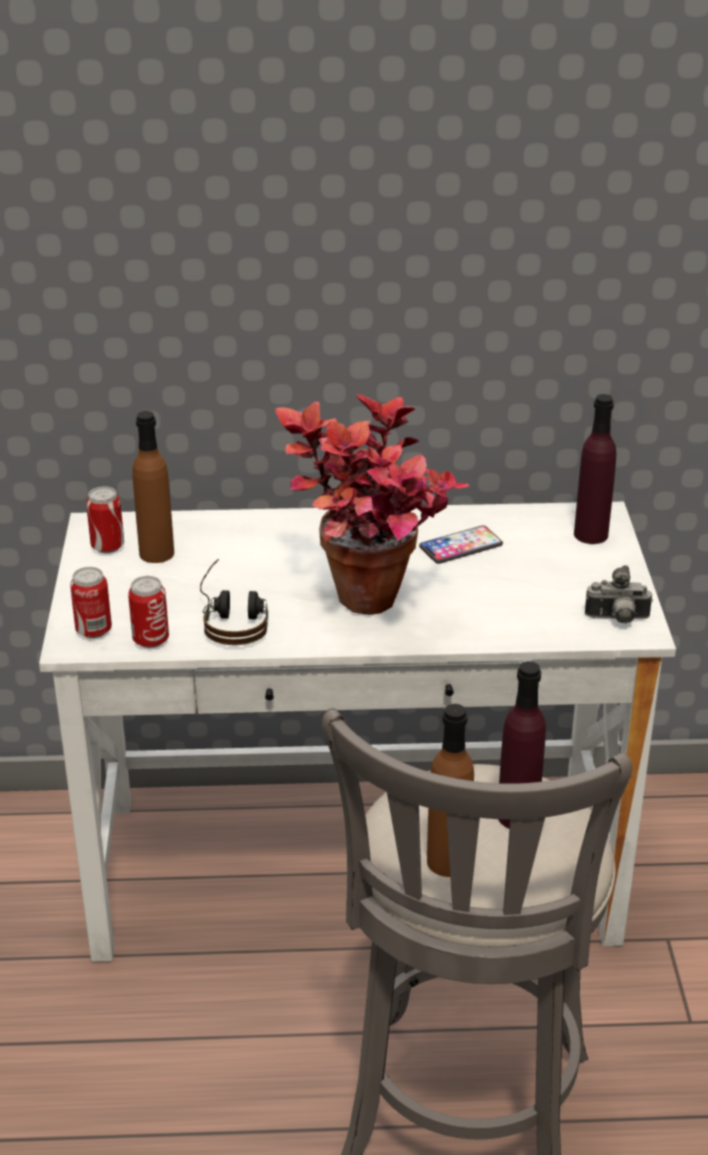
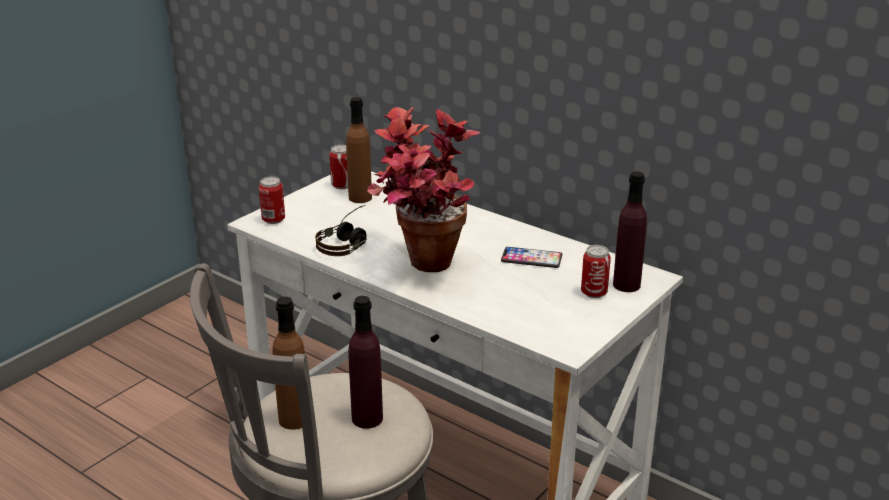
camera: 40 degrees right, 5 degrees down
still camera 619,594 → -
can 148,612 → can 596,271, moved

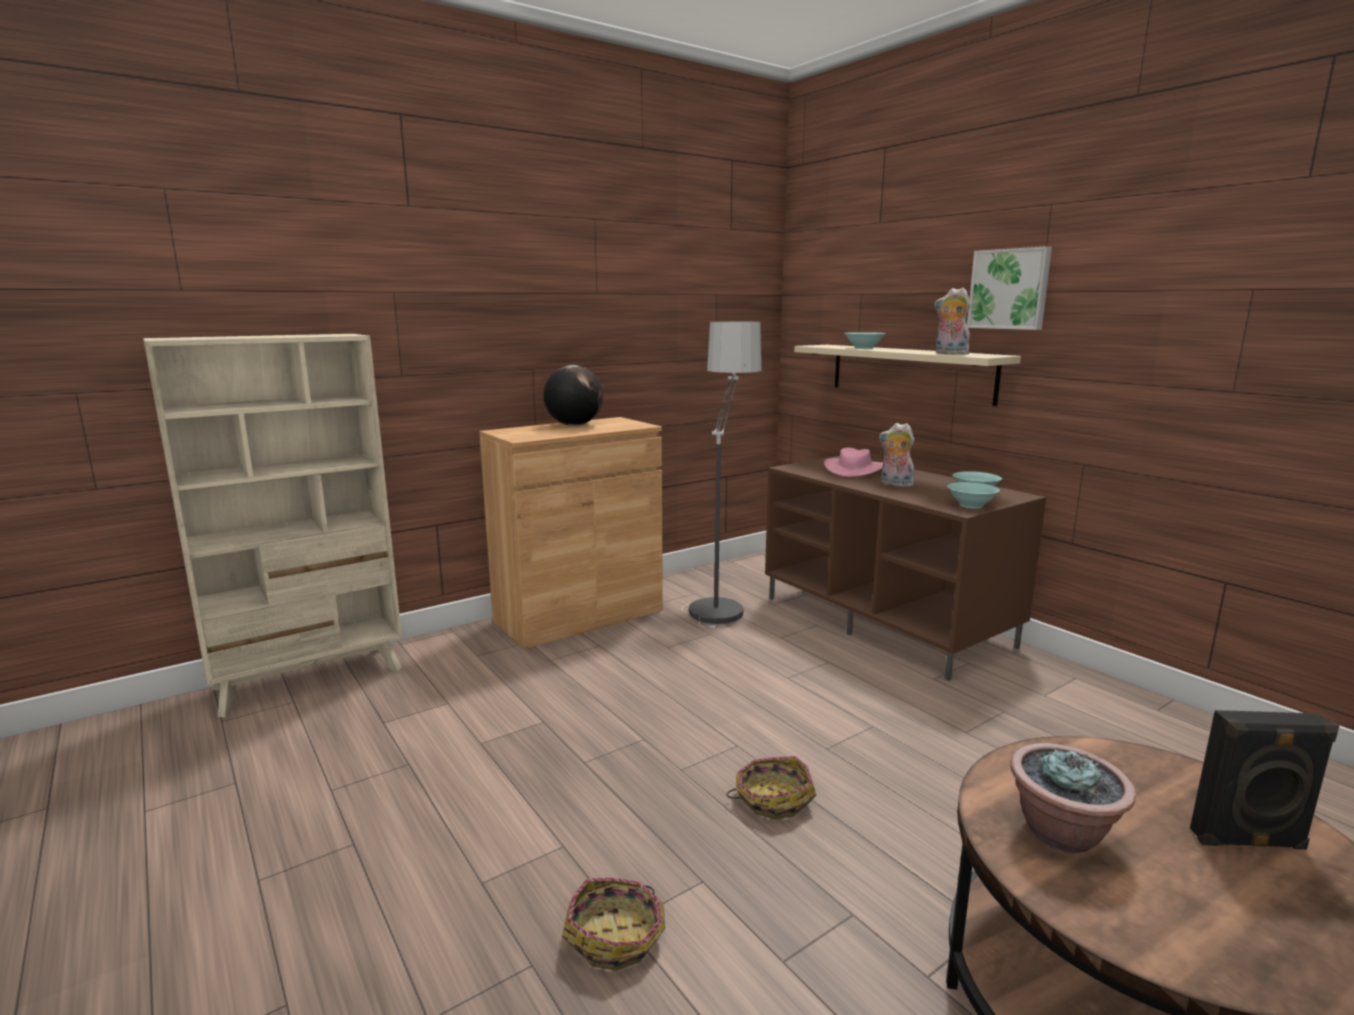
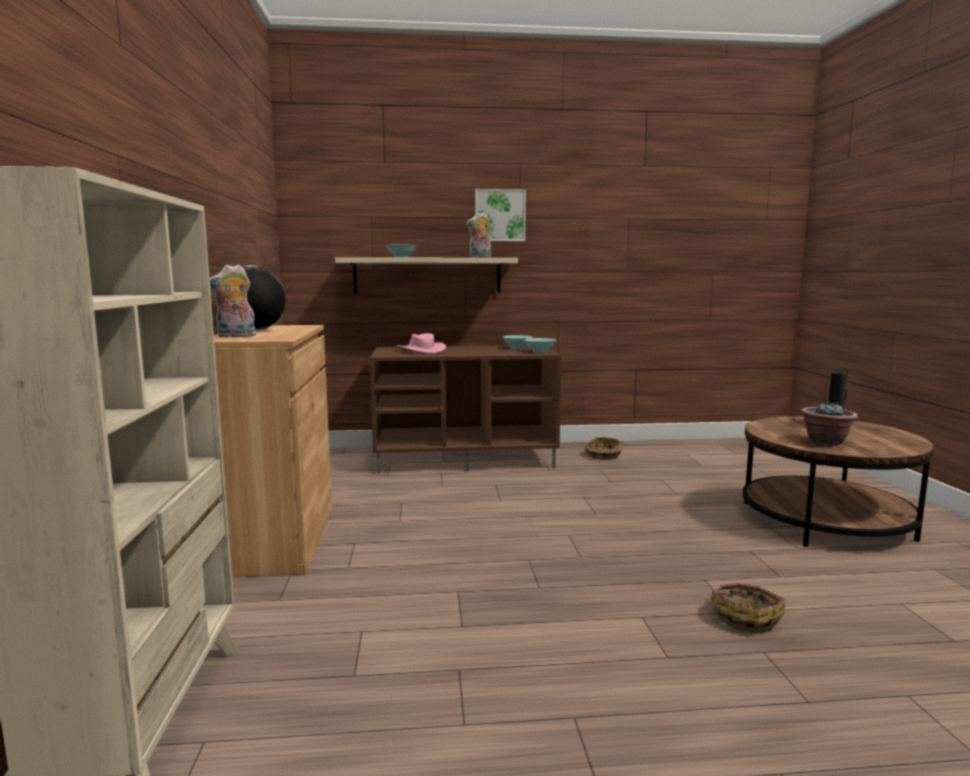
camera: 60 degrees left, 5 degrees down
standard lamp 721,474 → -
storage basket 772,787 → storage basket 603,448, moved
soft toy 897,455 → soft toy 233,301, moved

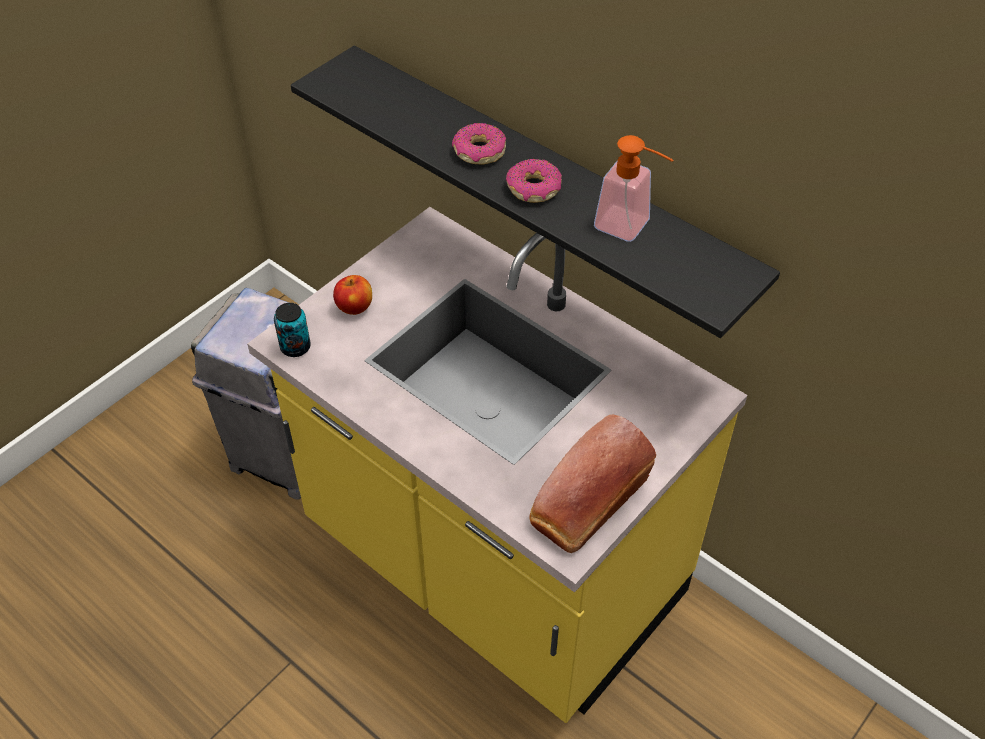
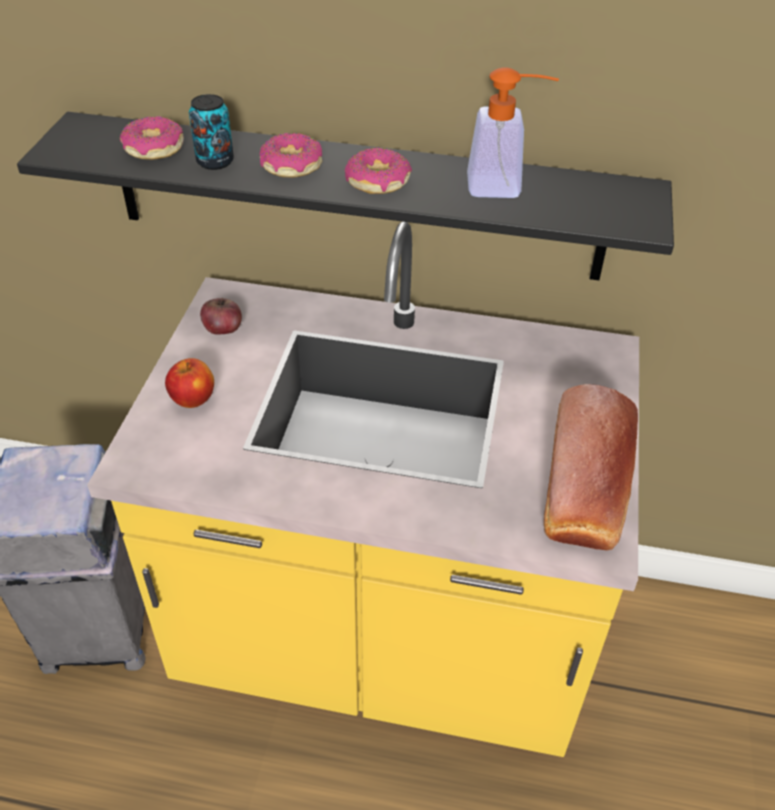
camera: 30 degrees left, 5 degrees down
- → ring doughnut 151,138
- → apple 221,316
can 292,330 → can 211,132, moved

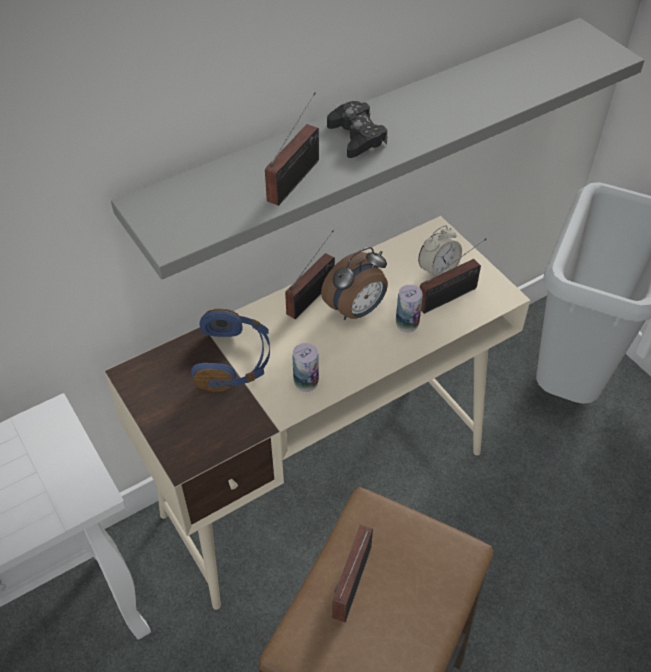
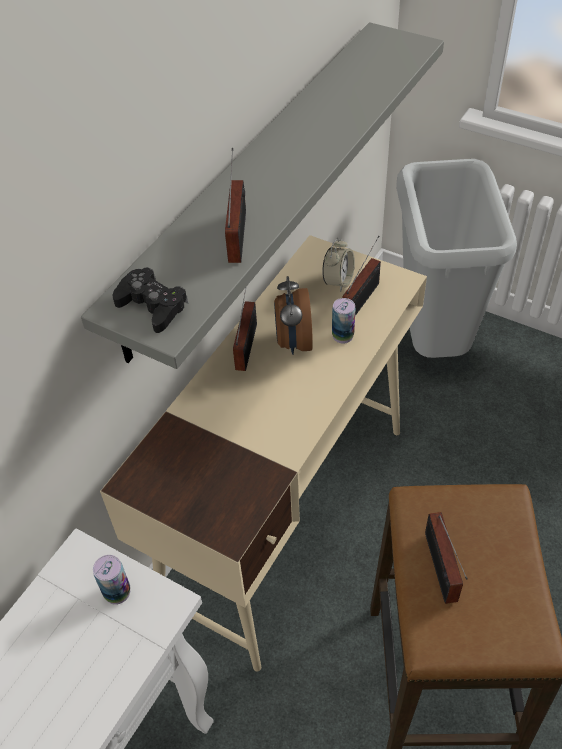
camera: 25 degrees left, 0 degrees up
bluish headset 230,350 → -
can 305,367 → can 111,580, moved
blackish game controller 357,129 → blackish game controller 150,300, moved
table clock 354,283 → table clock 293,315, 150 degrees clockwise

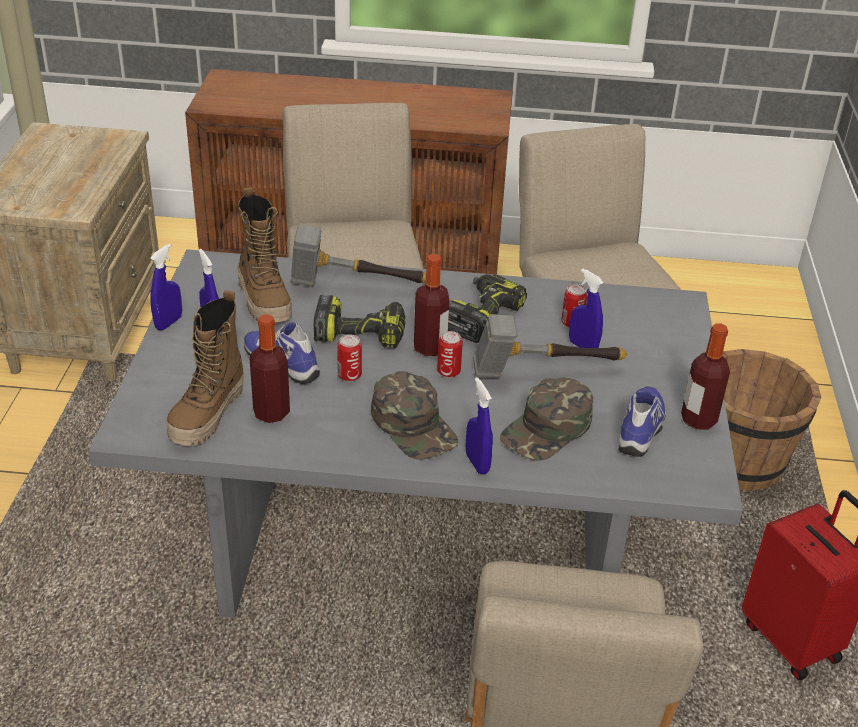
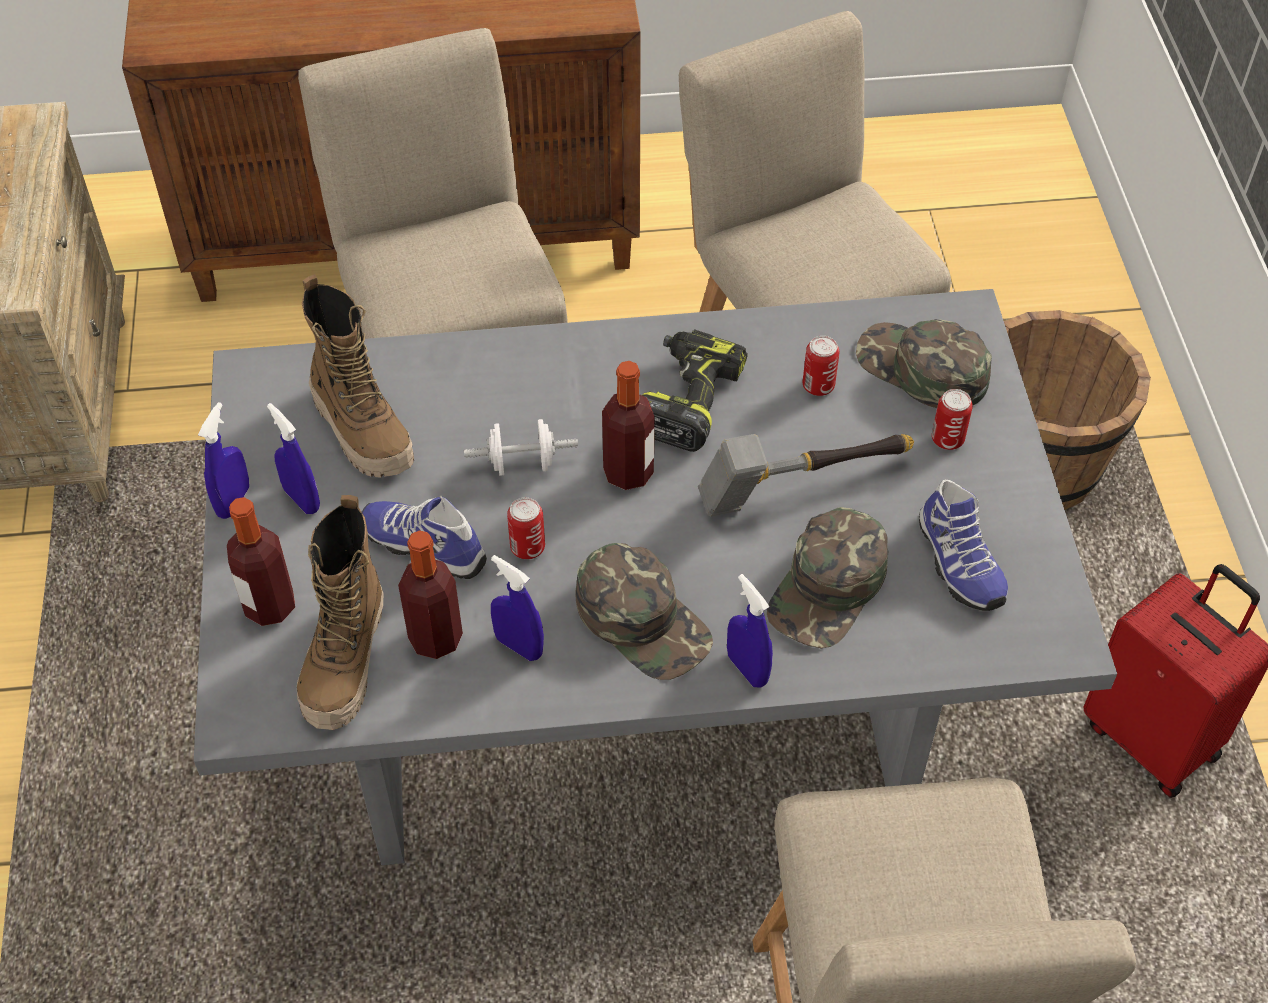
camera: 10 degrees left, 15 degrees up
hand hammer 358,255 → -
- → green baseball cap 924,363
can 450,354 → can 952,419, moved
bluish spray bottle 586,308 → bluish spray bottle 517,608, moved
beverage bottle 705,377 → beverage bottle 261,561, moved
drill 359,321 → whitish dumbbell 521,447
item of footwear 642,421 → item of footwear 963,545, 150 degrees clockwise

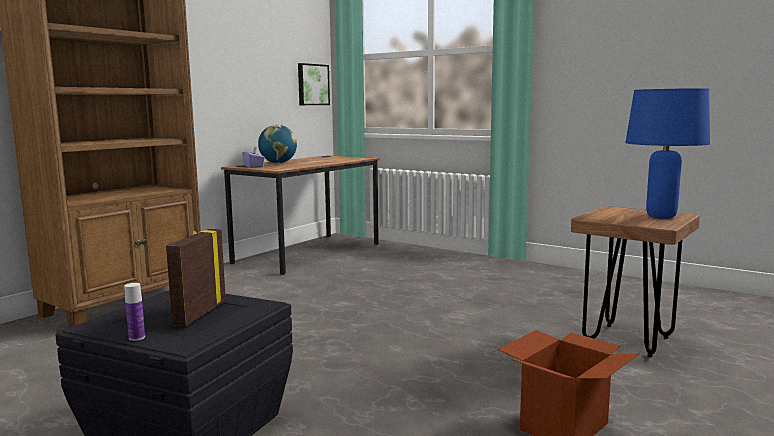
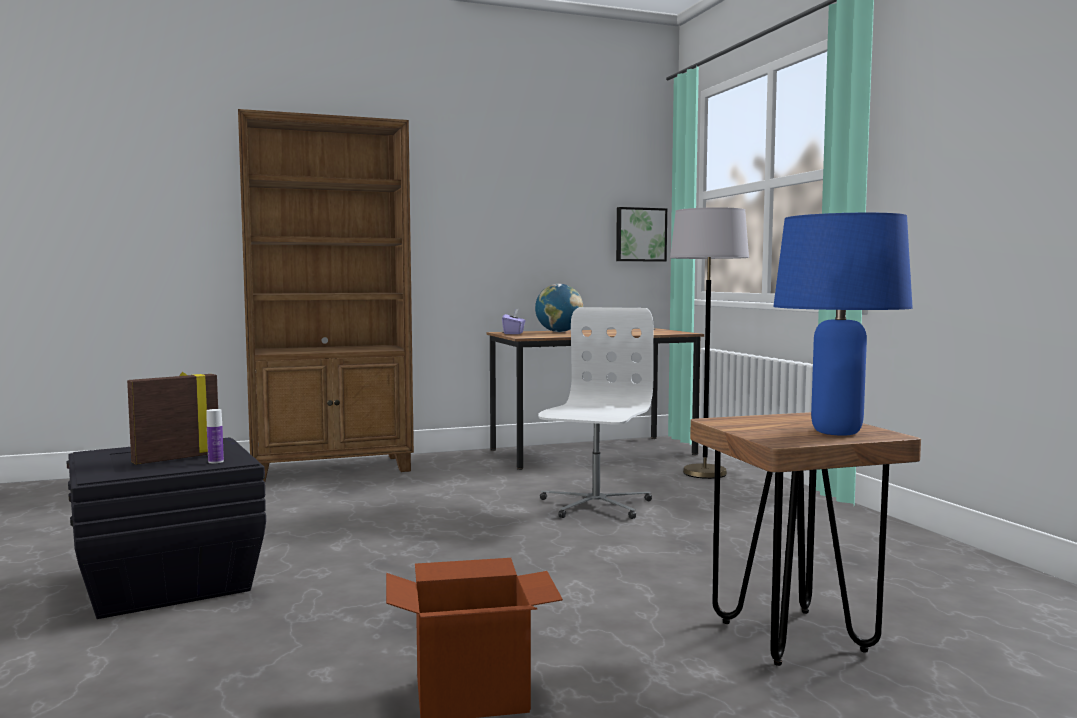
camera: 35 degrees right, 5 degrees down
- → whitish computer chair 595,413
- → greyish standard lamp 709,343
beverage bottle 134,312 → beverage bottle 215,436, moved

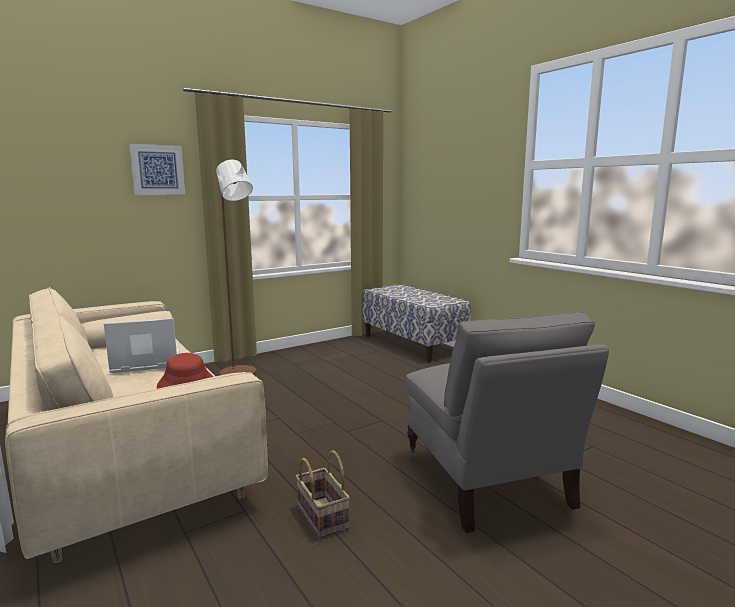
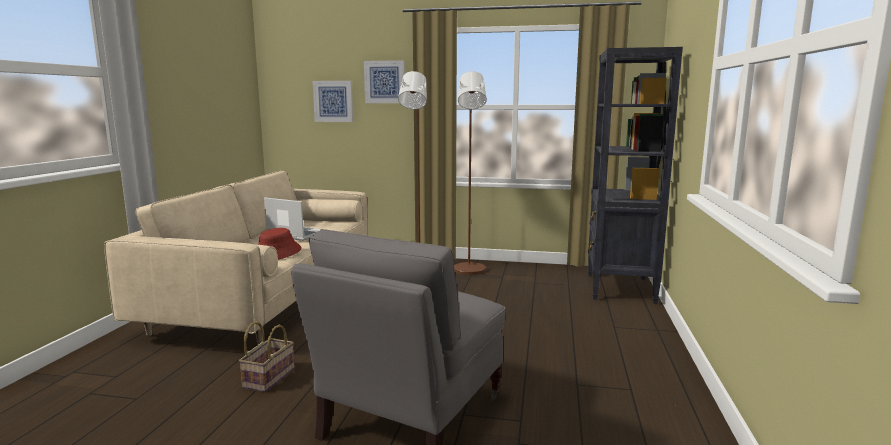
camera: 45 degrees right, 0 degrees up
- → picture 333,101
- → brown standard lamp 470,173
bench 417,323 → blackish bookcase 635,175

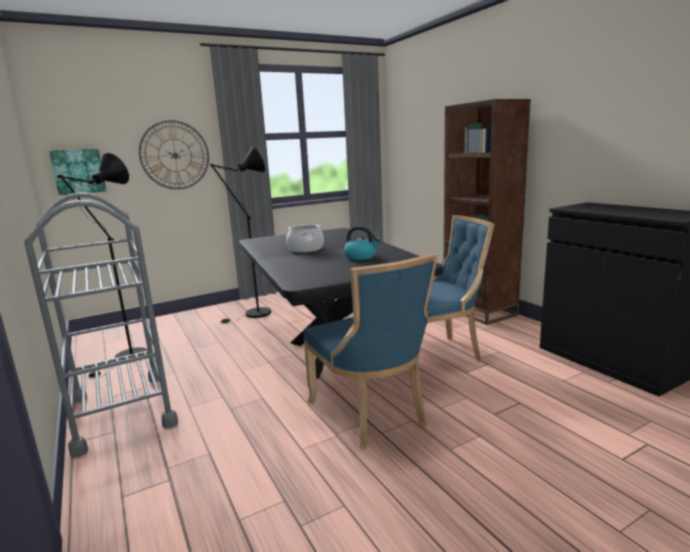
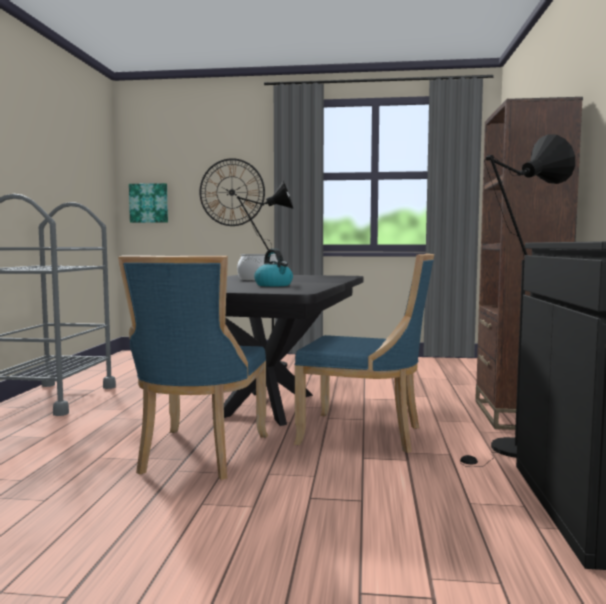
camera: 35 degrees right, 10 degrees down
blackish standard lamp 102,266 → blackish standard lamp 517,300, moved

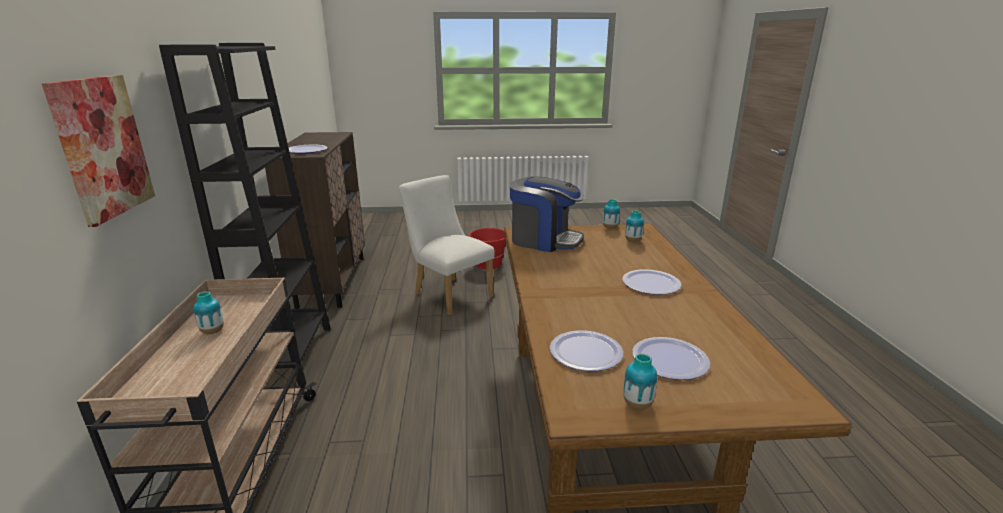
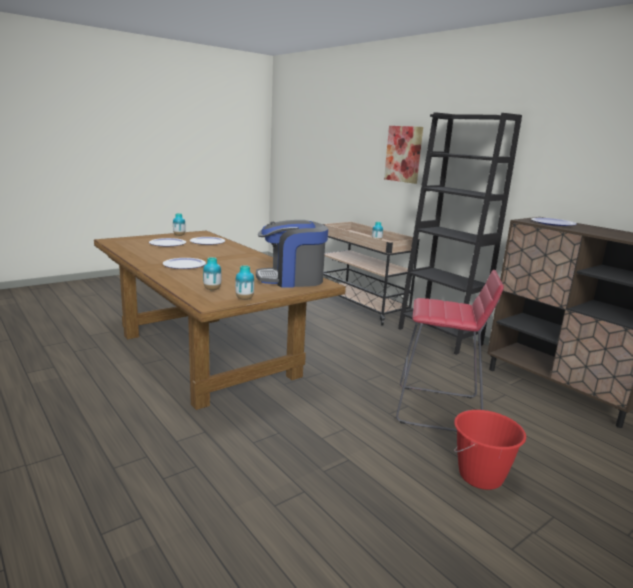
camera: 145 degrees right, 5 degrees down
whitish plain chair 447,245 → reddish sitting stool 450,351

